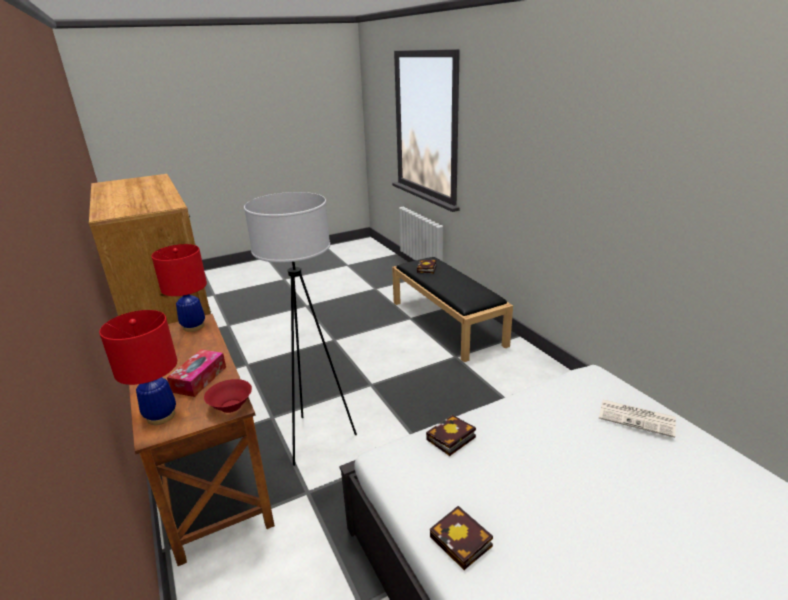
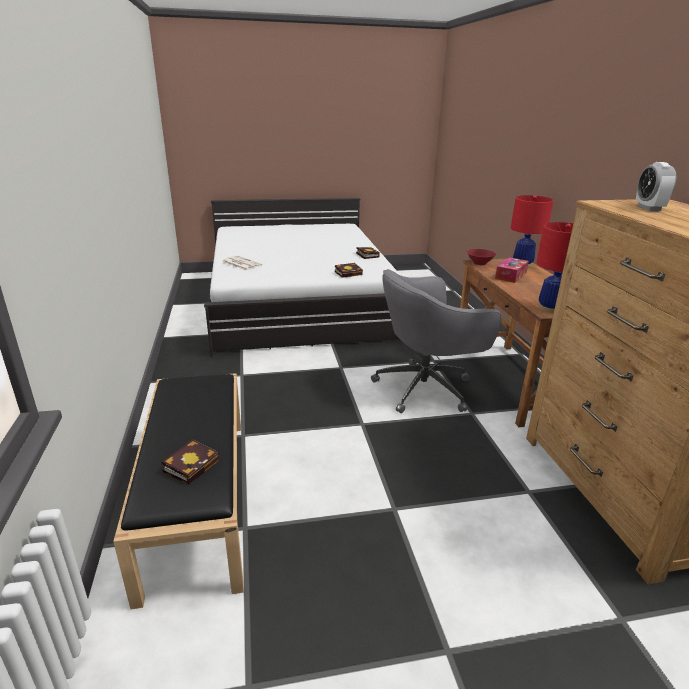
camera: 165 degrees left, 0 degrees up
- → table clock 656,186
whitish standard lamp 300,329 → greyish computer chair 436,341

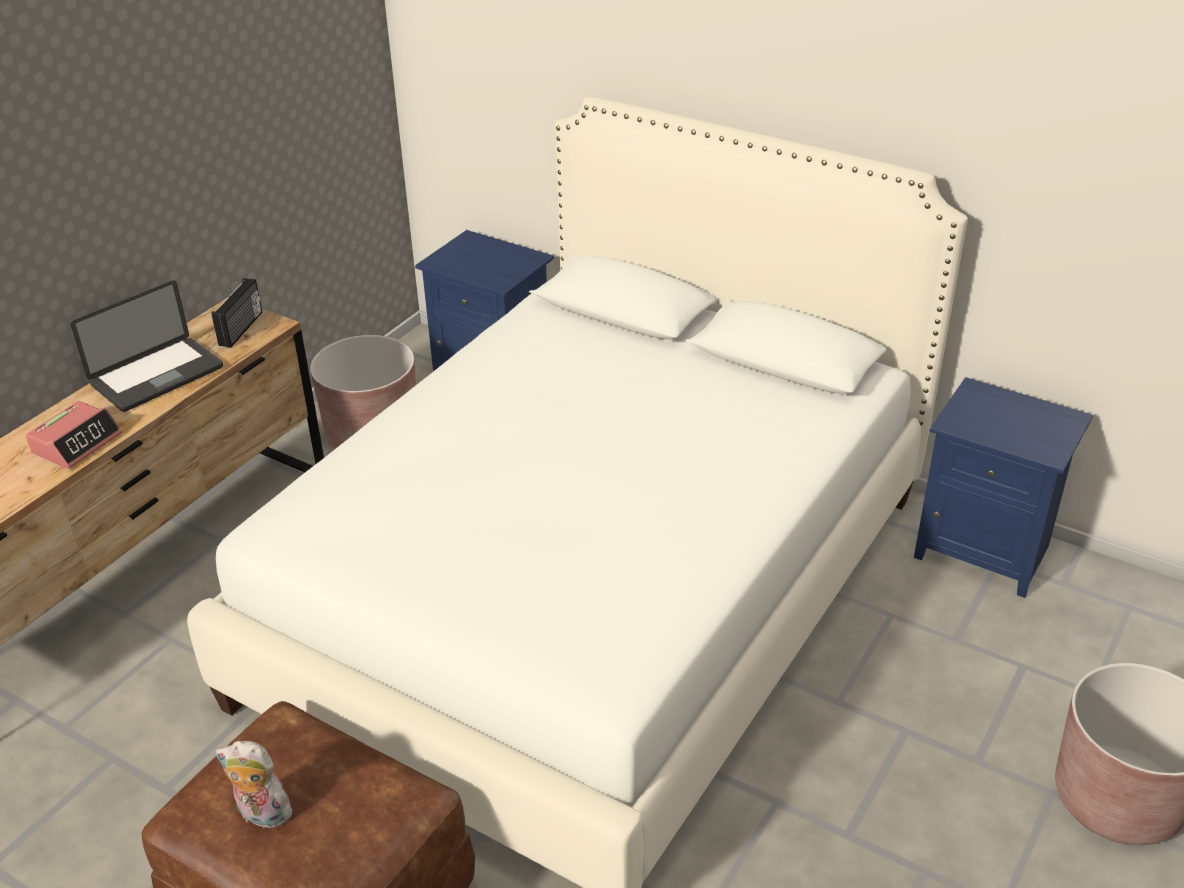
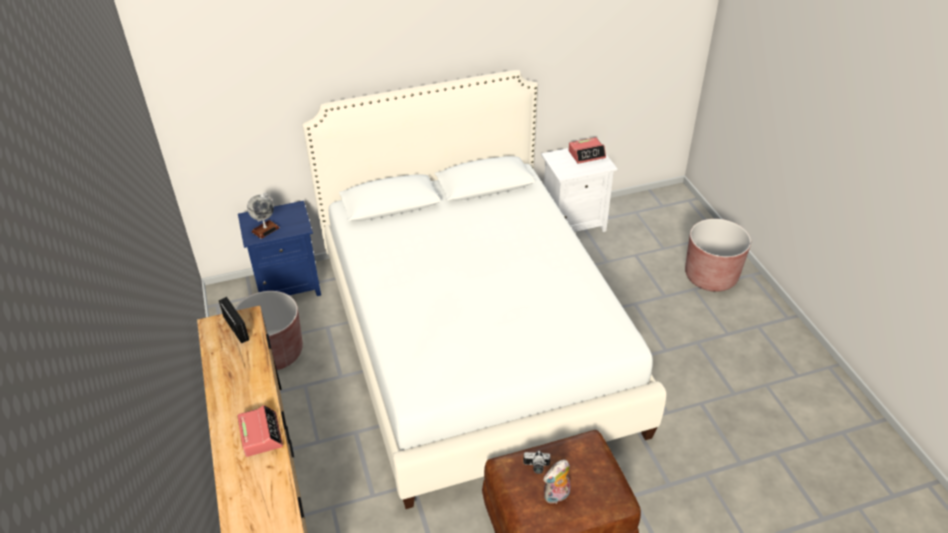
camera: 50 degrees left, 5 degrees up
laptop 147,346 → -
- → desk globe 263,216
- → still camera 536,462
- → table clock 587,150
bluish bedside table 1003,487 → whitish bedside table 579,190

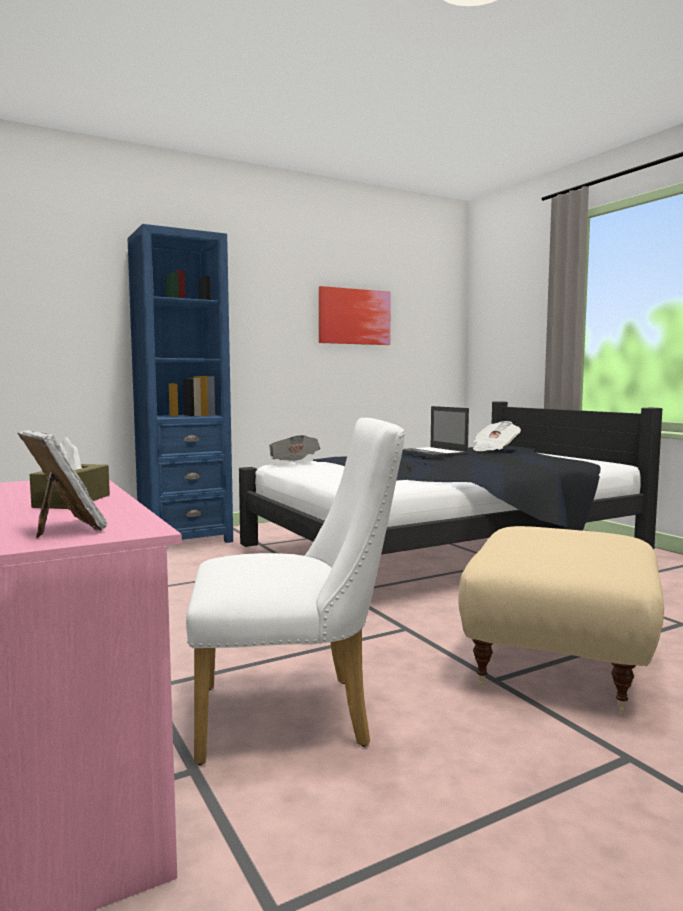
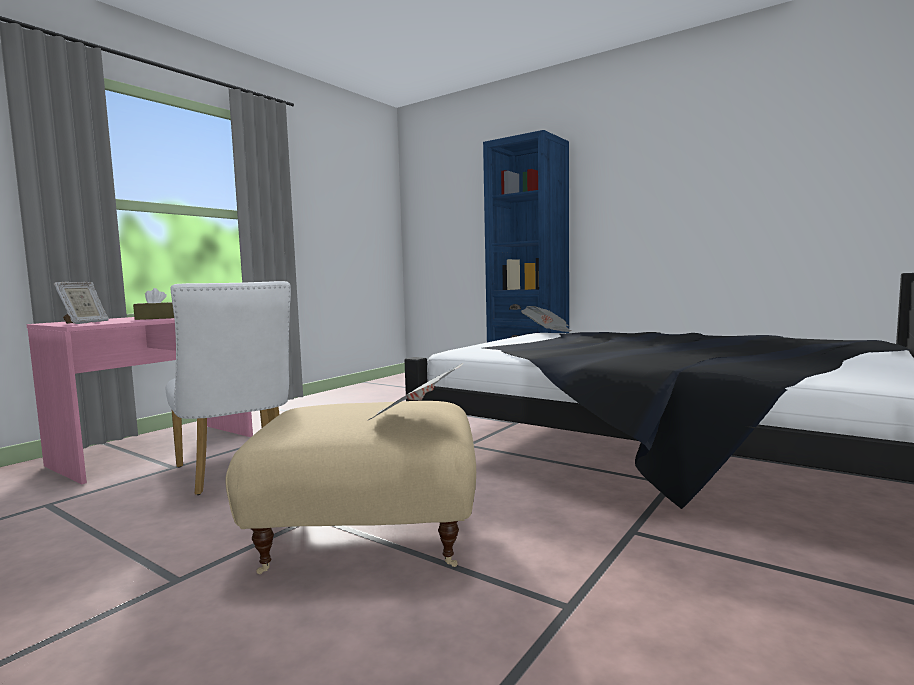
camera: 65 degrees right, 0 degrees up
picture 355,315 → -
laptop 435,431 → -
daily paper 497,436 → daily paper 416,391, moved

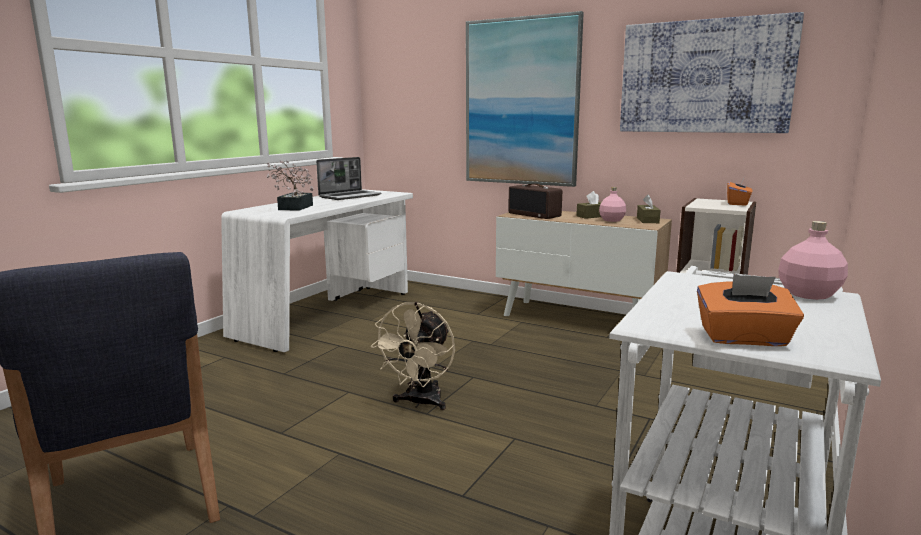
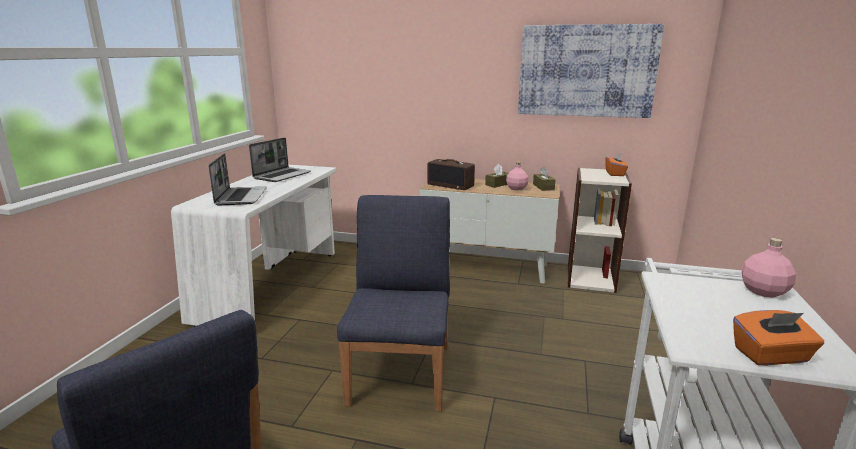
camera: 15 degrees left, 5 degrees up
picture 525,99 → -
houseplant 289,185 → laptop 238,179
beige-coloured cooling fan 413,356 → bluish plain chair 393,303

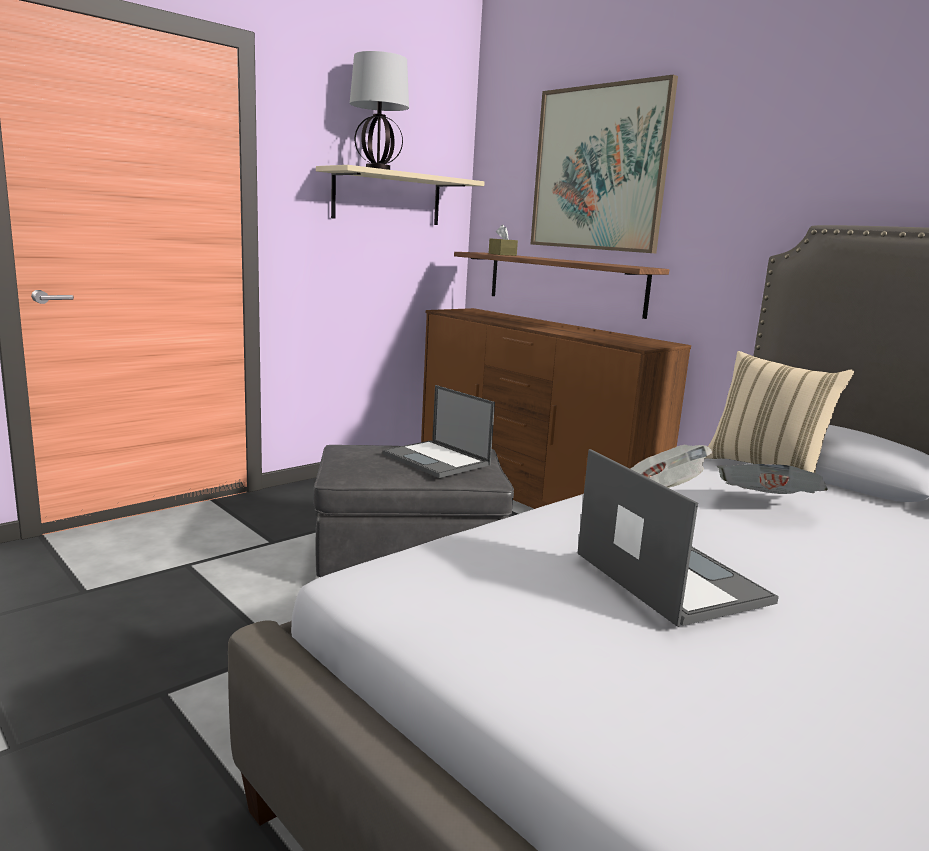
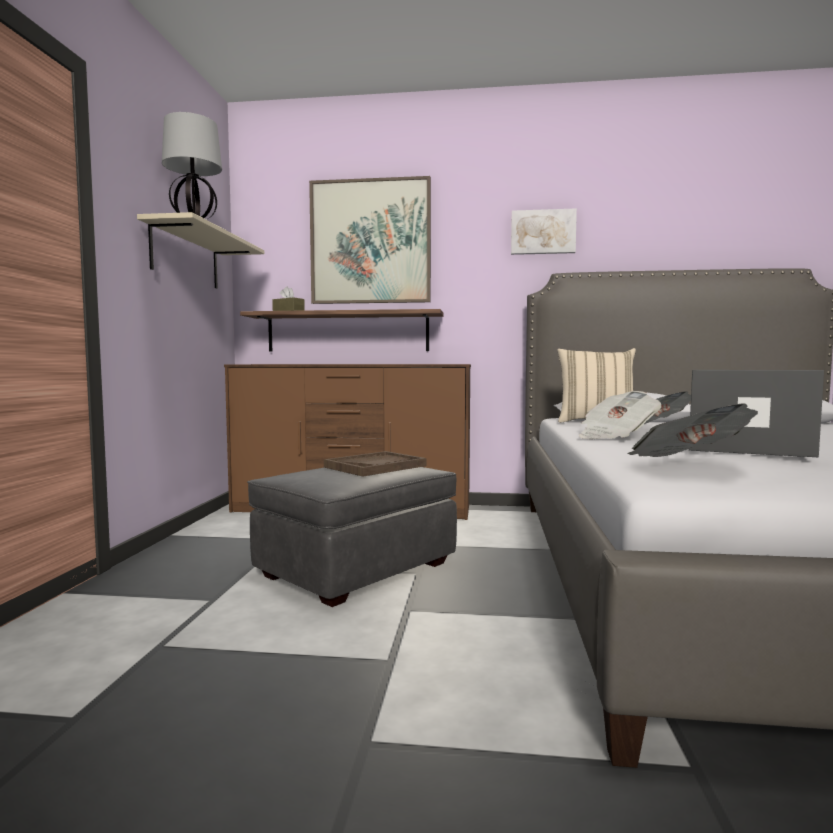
camera: 40 degrees left, 10 degrees down
- → picture 544,231
- → daily paper 693,430
laptop 439,431 → brown serving tray 375,464

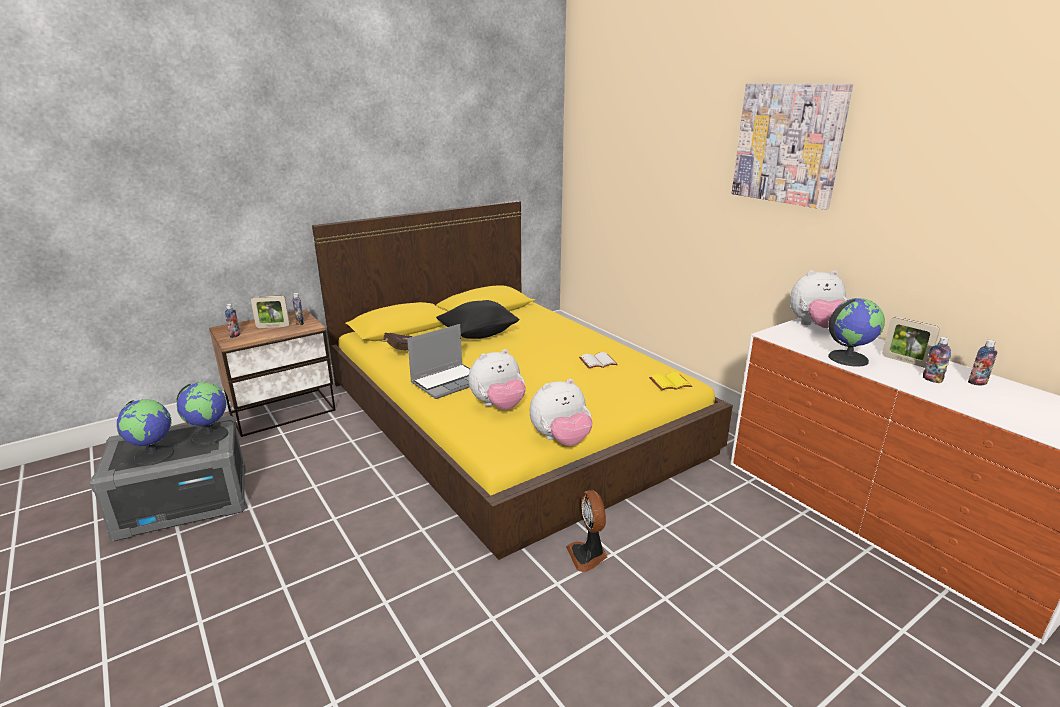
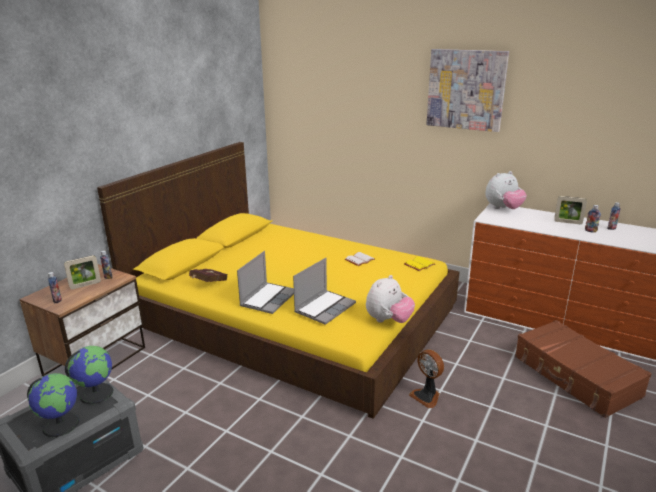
camera: 25 degrees left, 0 degrees up
blackish pillow 478,319 → -
desk globe 856,332 → -
- → brown travel case 583,369
soft toy 497,379 → laptop 324,291

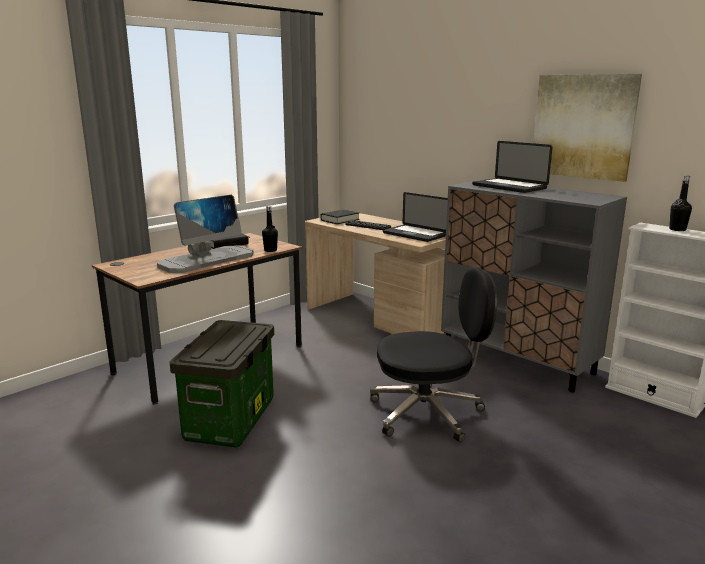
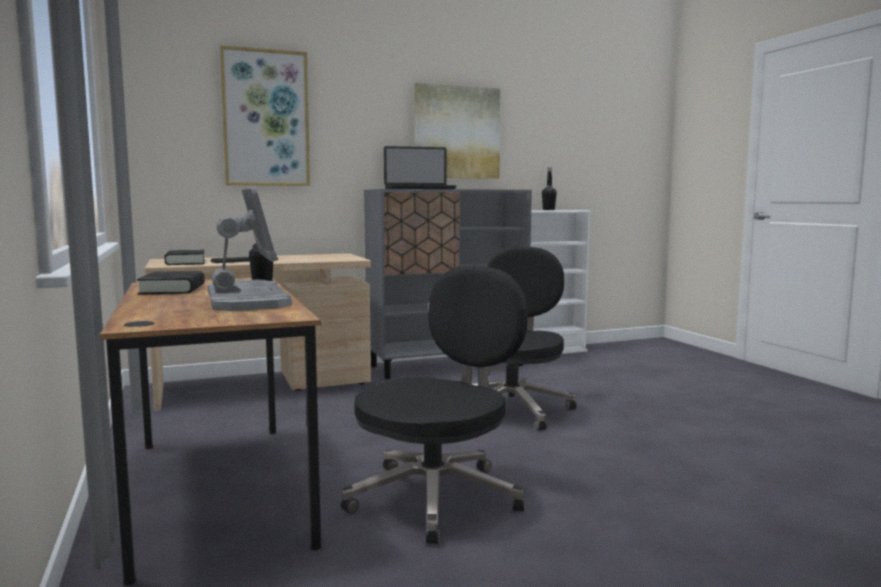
camera: 65 degrees left, 10 degrees down
laptop 415,217 → -
- → picture 265,115
storage container 221,383 → blackish computer chair 434,405

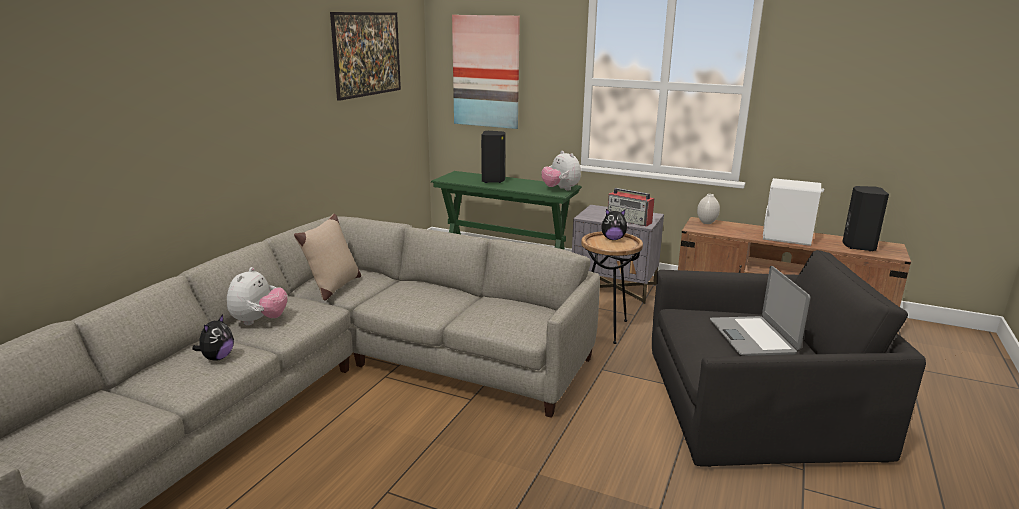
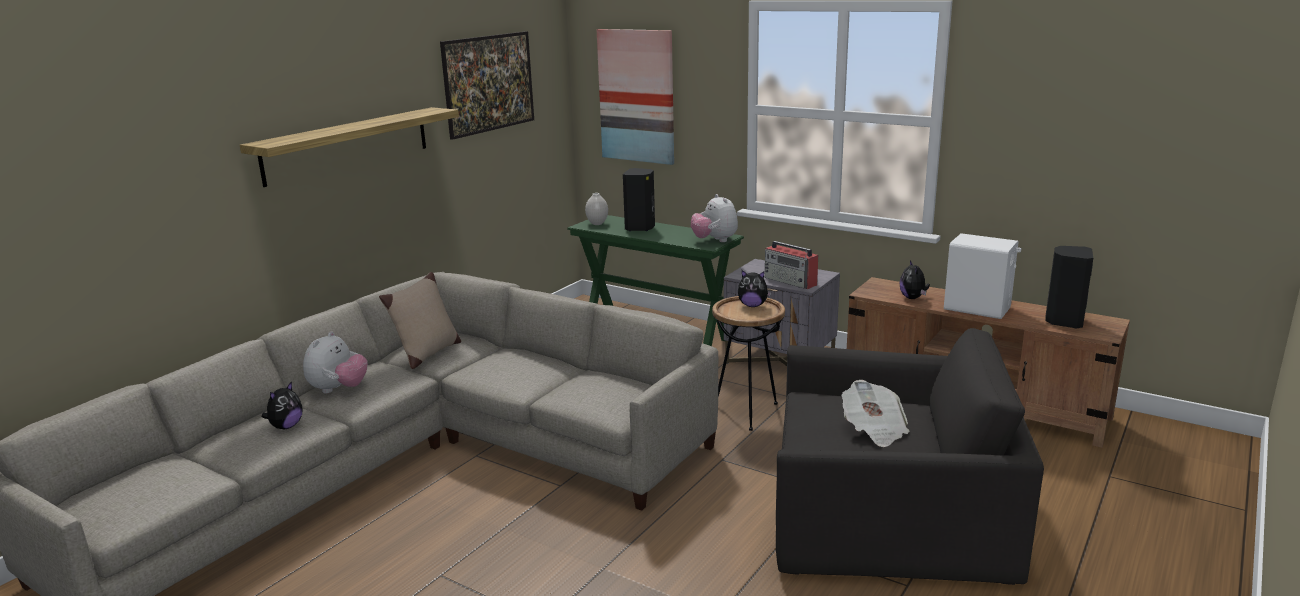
camera: 10 degrees right, 0 degrees up
- → shelf 349,147
- → soft toy 914,279
whitish decorative vase 708,209 → whitish decorative vase 596,209, moved
laptop 760,311 → daily paper 876,413

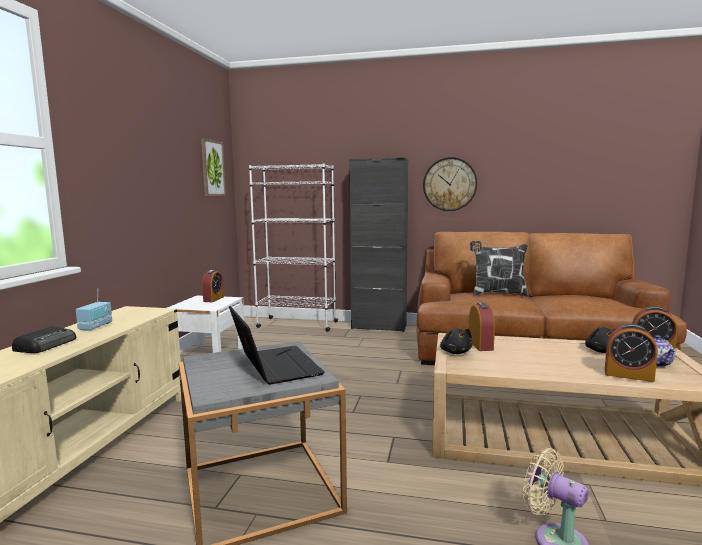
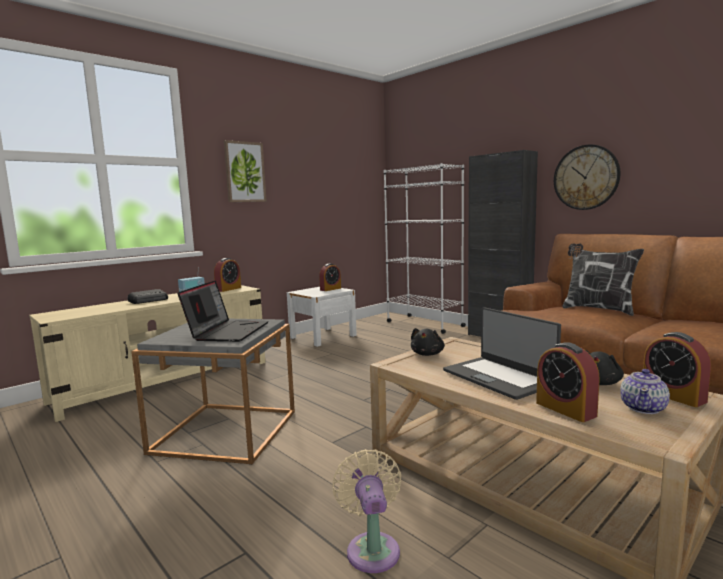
camera: 35 degrees right, 0 degrees up
- → laptop 502,353
picture 213,167 → picture 245,171, moved
table clock 482,327 → table clock 227,275, moved

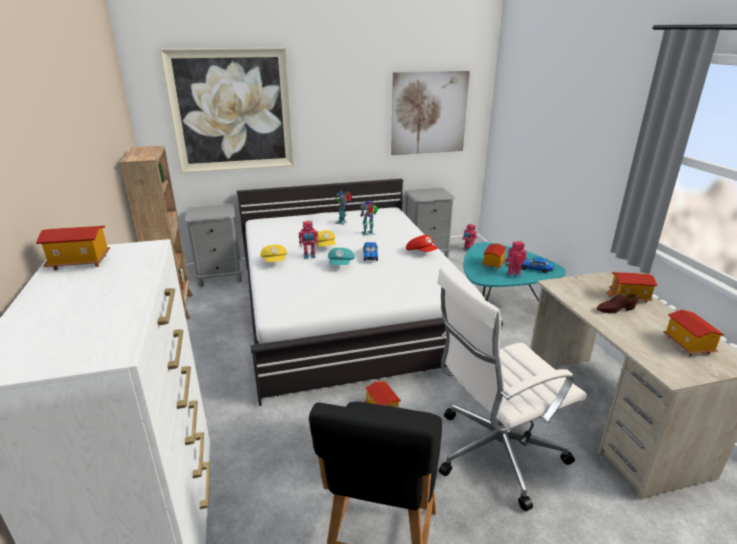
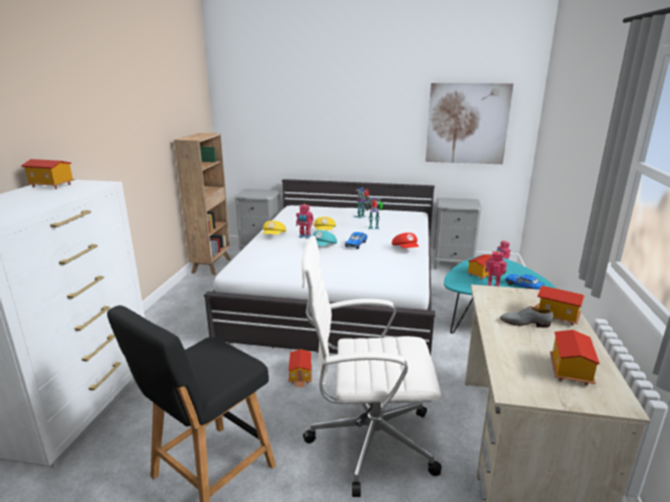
camera: 25 degrees right, 5 degrees down
picture 226,110 → -
brown item of footwear 617,303 → greyish item of footwear 526,317

